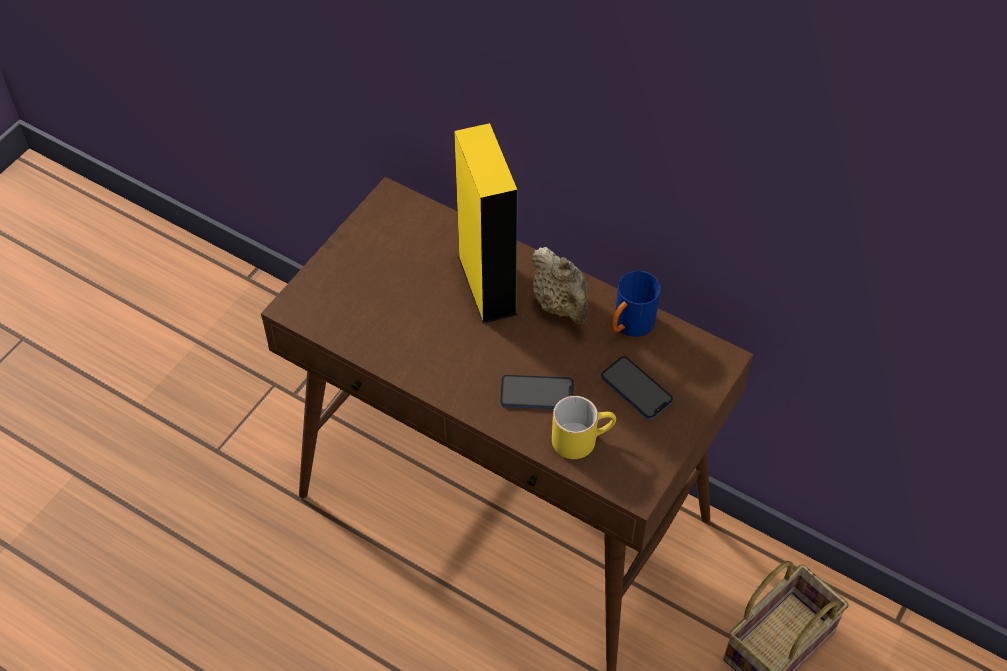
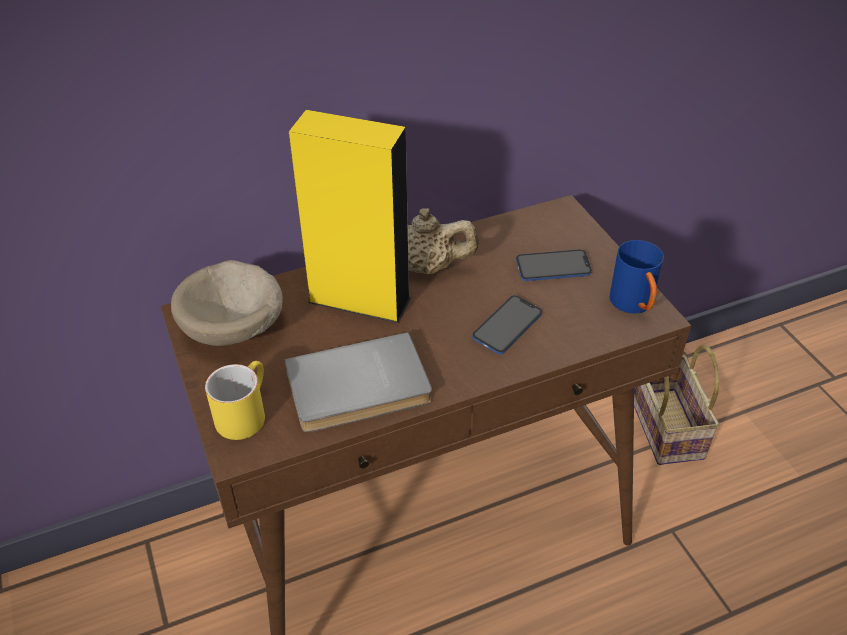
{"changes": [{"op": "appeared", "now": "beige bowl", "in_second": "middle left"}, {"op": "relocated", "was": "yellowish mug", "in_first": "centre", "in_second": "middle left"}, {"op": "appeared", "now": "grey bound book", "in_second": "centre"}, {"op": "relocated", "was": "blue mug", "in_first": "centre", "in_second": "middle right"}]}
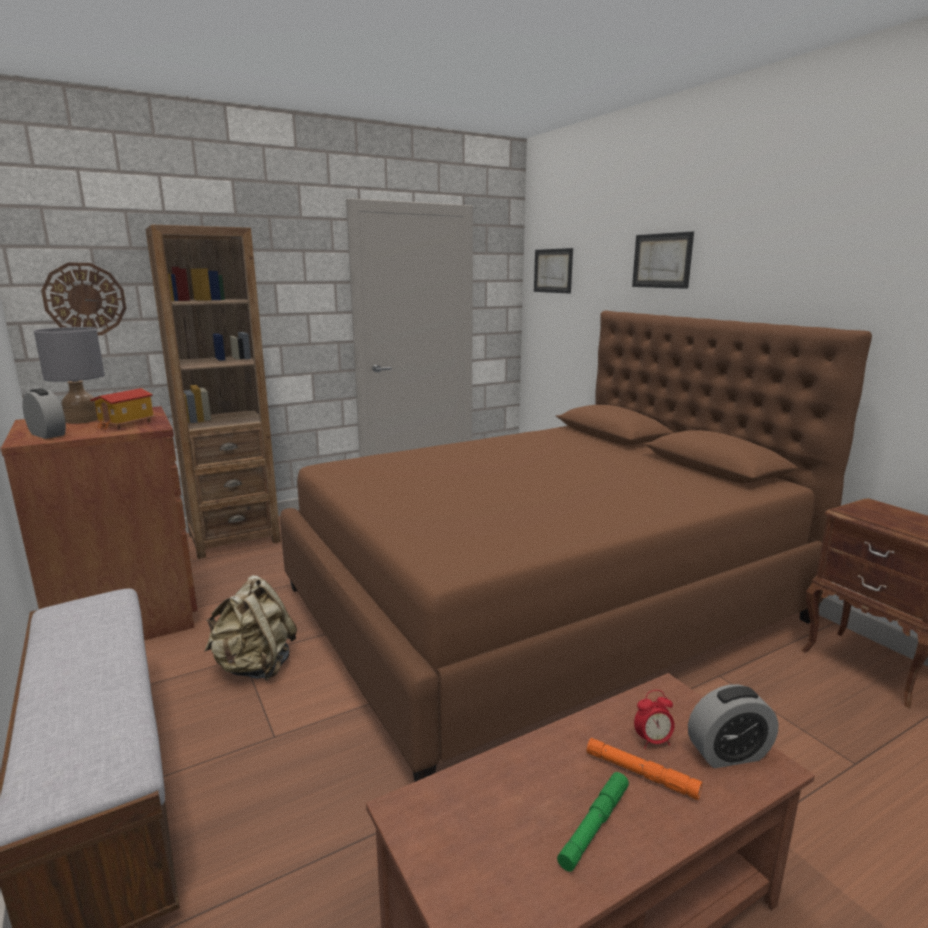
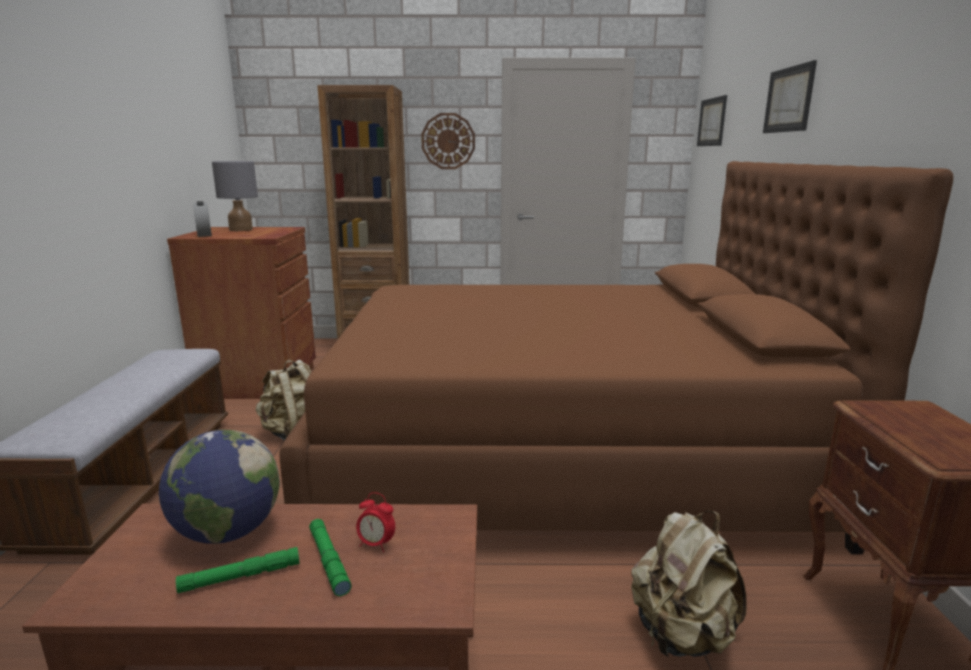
{"changes": [{"op": "appeared", "now": "world globe", "in_second": "bottom left"}, {"op": "colour", "was": "orange flashlight", "now": "green-coloured flashlight (no. 2 from left)", "in_first": "bottom right", "in_second": "bottom centre"}, {"op": "relocated", "was": "clock on the wall", "in_first": "top left", "in_second": "top centre"}, {"op": "appeared", "now": "beige backpack (no. 2 from left)", "in_second": "bottom right"}, {"op": "missing", "was": "toy house", "in_first": "middle left"}, {"op": "missing", "was": "alarm clock (no. 3 from left)", "in_first": "bottom right"}]}
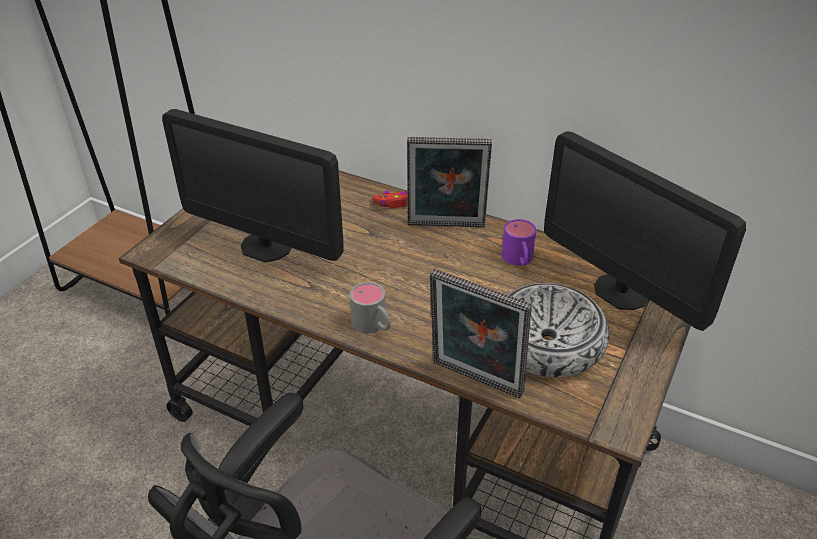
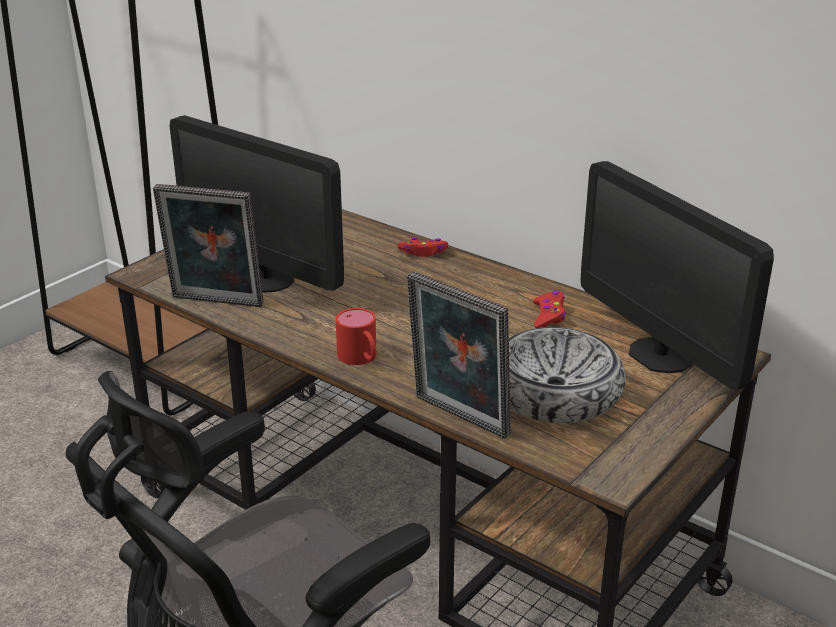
{"changes": [{"op": "relocated", "was": "photo frame (no. 1 from left)", "in_first": "centre", "in_second": "middle left"}, {"op": "colour", "was": "grey mug", "now": "reddish mug", "in_first": "centre", "in_second": "centre"}, {"op": "exchanged", "was": "purple-coloured mug", "now": "reddish gamepad (no. 2 from left)", "in_first": "centre", "in_second": "centre"}]}
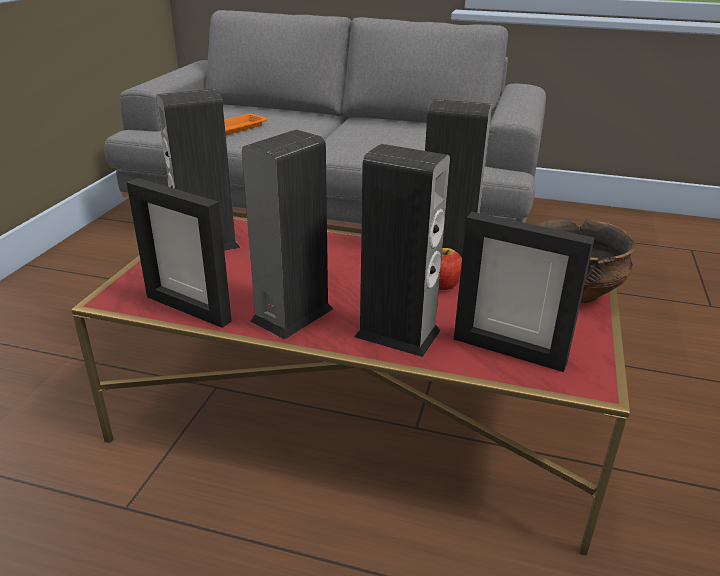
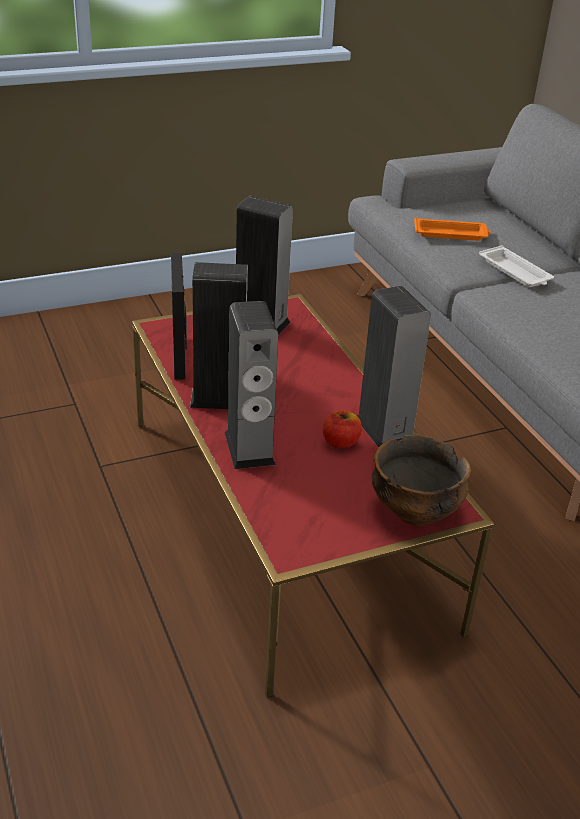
{"changes": [{"op": "appeared", "now": "white serving tray", "in_second": "top right"}, {"op": "missing", "was": "photo frame (no. 2 from left)", "in_first": "middle right"}]}
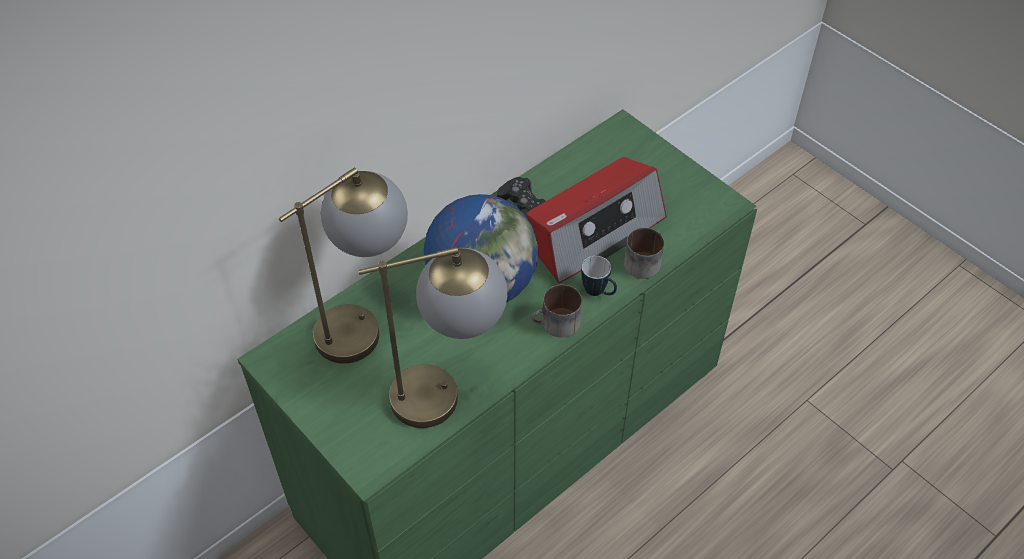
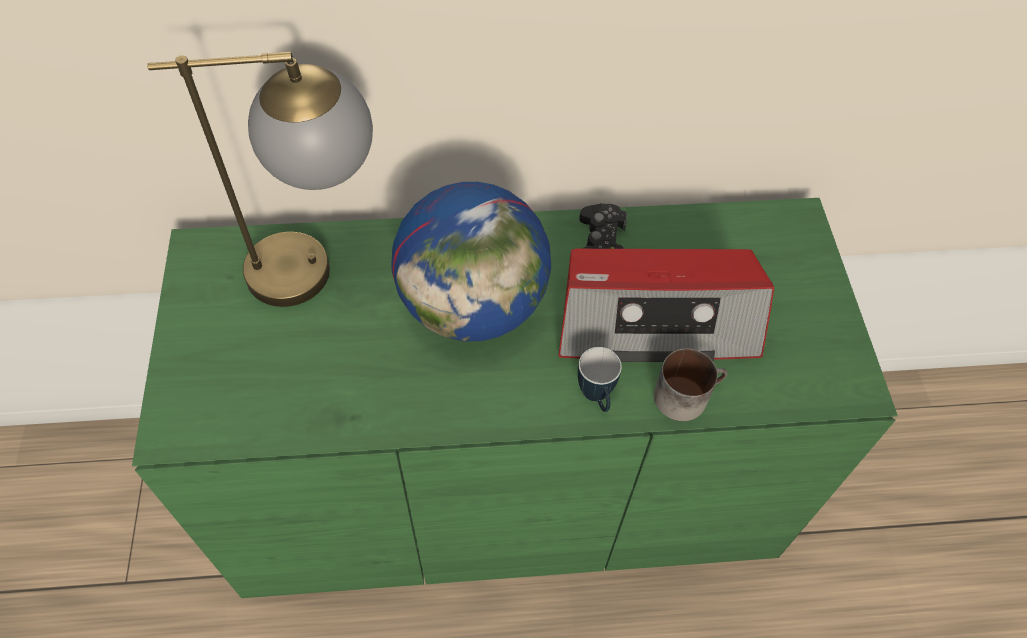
{"changes": [{"op": "missing", "was": "tabletop lamp (no. 2 from left)", "in_first": "centre"}, {"op": "missing", "was": "mug (no. 1 from left)", "in_first": "centre"}]}
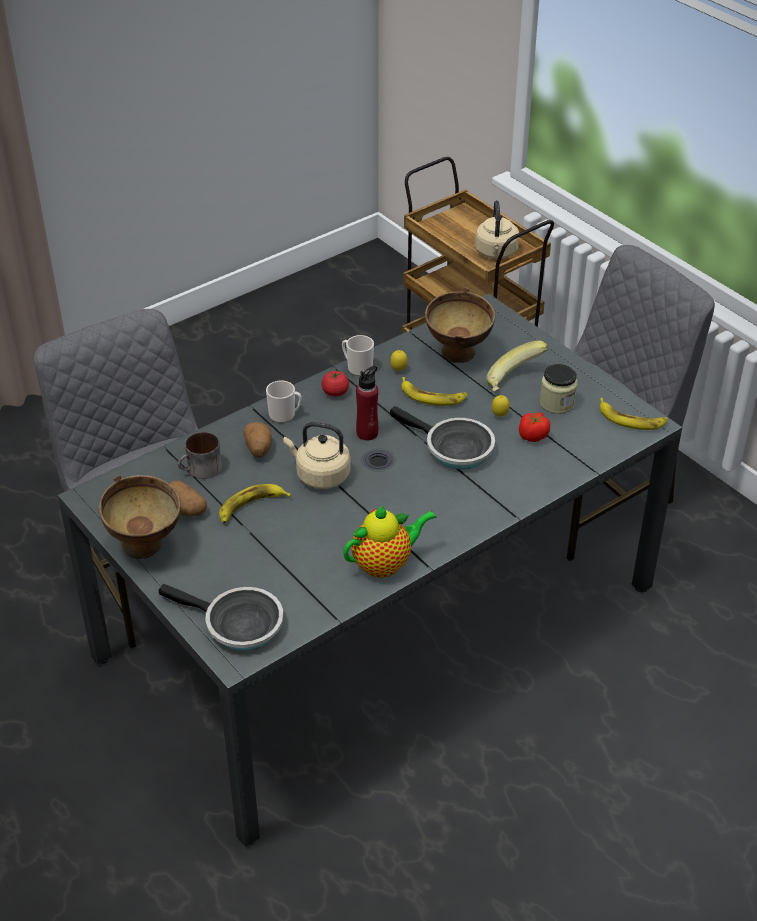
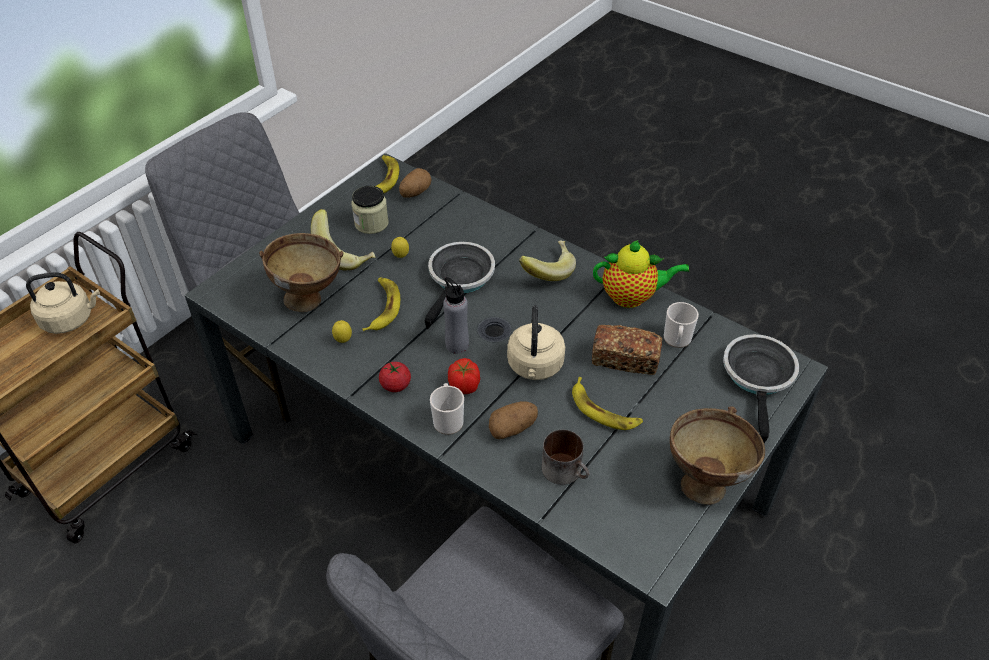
{"changes": [{"op": "relocated", "was": "potato (no. 1 from left)", "in_first": "middle left", "in_second": "top centre"}, {"op": "colour", "was": "reddish drink bottle", "now": "grey drink bottle", "in_first": "centre", "in_second": "centre"}, {"op": "relocated", "was": "fresh tomato (no. 2 from left)", "in_first": "middle right", "in_second": "centre"}, {"op": "appeared", "now": "whole banana (no. 4 from left)", "in_second": "centre"}, {"op": "appeared", "now": "bread", "in_second": "centre"}, {"op": "spun", "was": "teapot", "in_first": "centre", "in_second": "centre", "clockwise": 135}, {"op": "relocated", "was": "mug (no. 3 from left)", "in_first": "centre", "in_second": "middle right"}]}
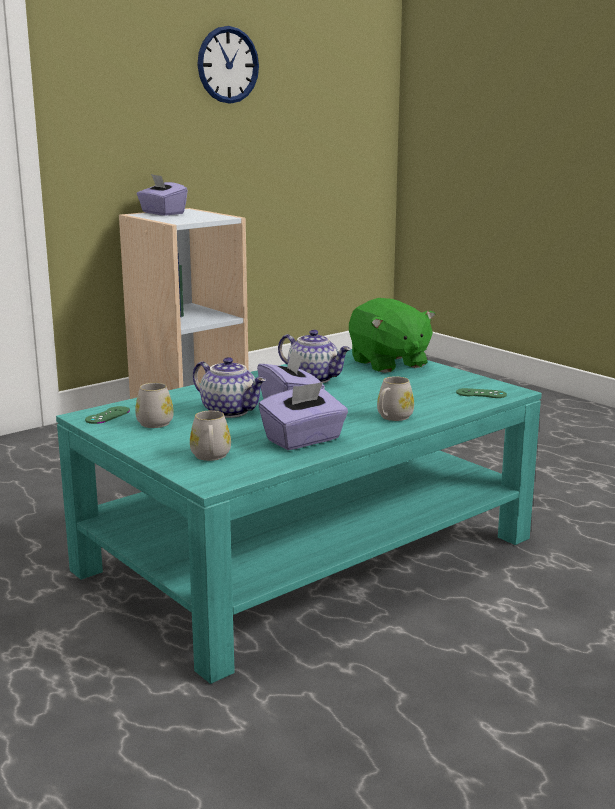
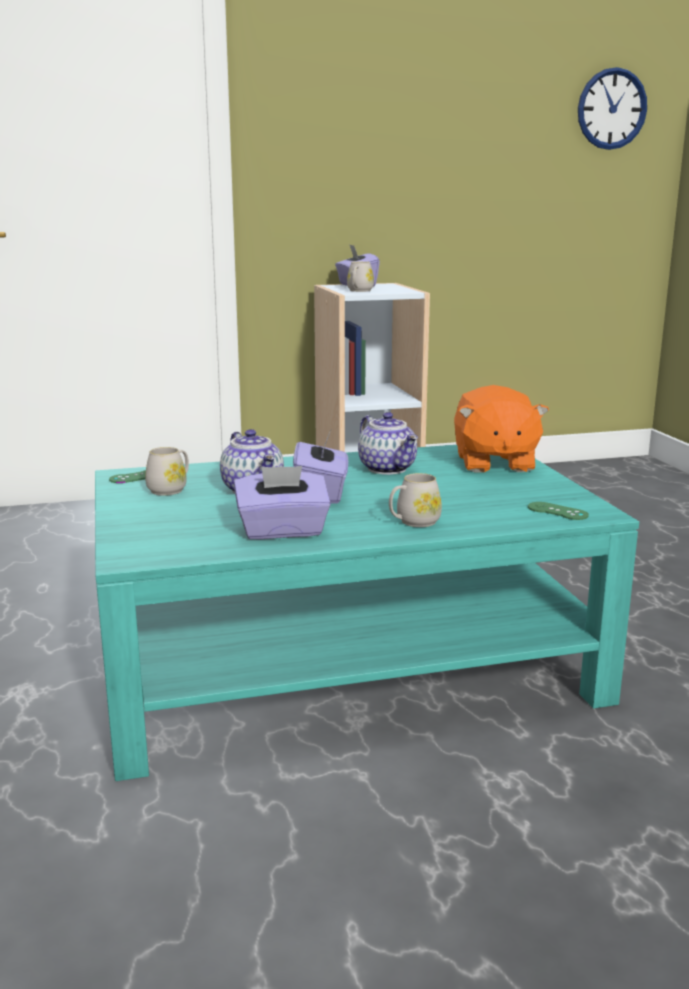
{"changes": [{"op": "relocated", "was": "white mug (no. 2 from left)", "in_first": "centre", "in_second": "top centre"}, {"op": "colour", "was": "green-coloured cuddly toy", "now": "orange cuddly toy", "in_first": "centre", "in_second": "middle right"}, {"op": "relocated", "was": "clock on the wall", "in_first": "top centre", "in_second": "top right"}]}
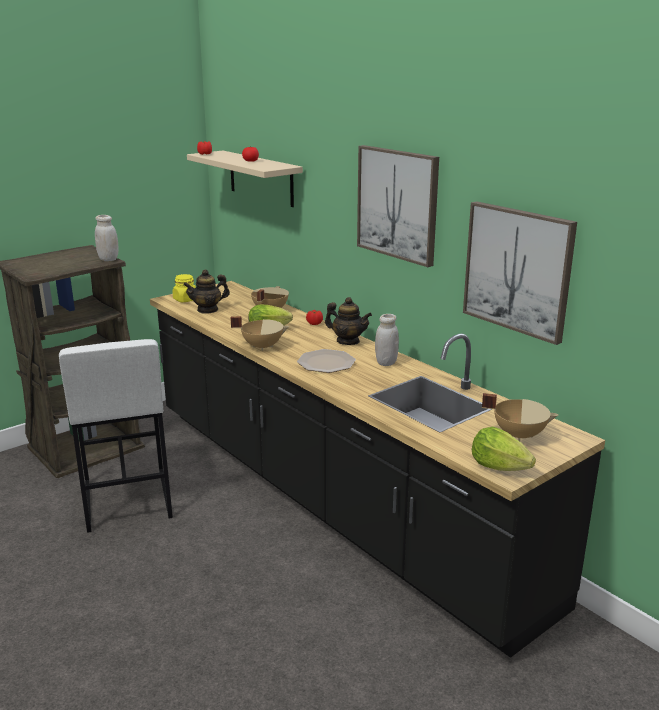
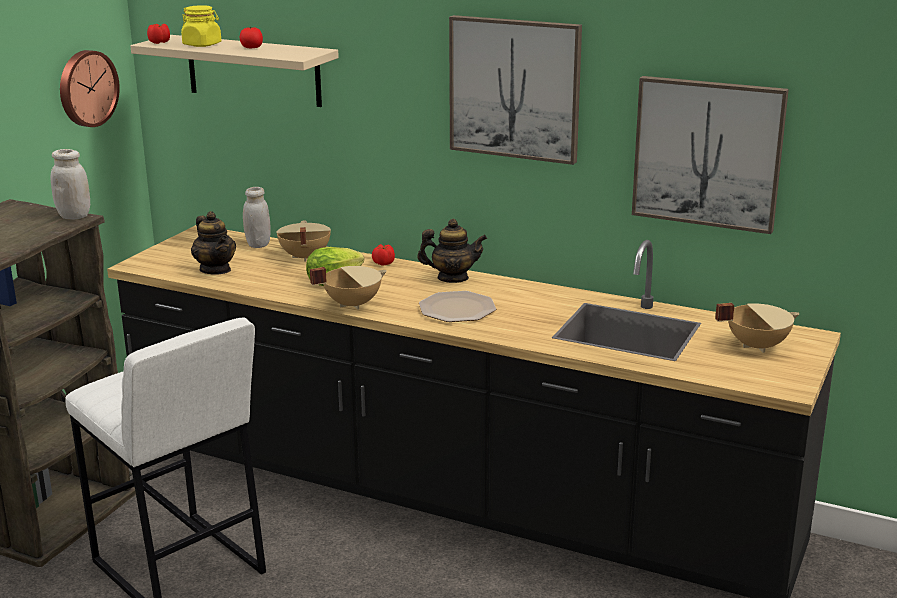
{"changes": [{"op": "appeared", "now": "clock on the wall", "in_second": "top left"}, {"op": "relocated", "was": "yellowish jar", "in_first": "middle left", "in_second": "top left"}, {"op": "spun", "was": "teapot (no. 1 from left)", "in_first": "middle left", "in_second": "middle left", "clockwise": -75}, {"op": "relocated", "was": "white jar (no. 2 from left)", "in_first": "centre", "in_second": "middle left"}, {"op": "missing", "was": "lettuce head (no. 2 from left)", "in_first": "middle right"}]}
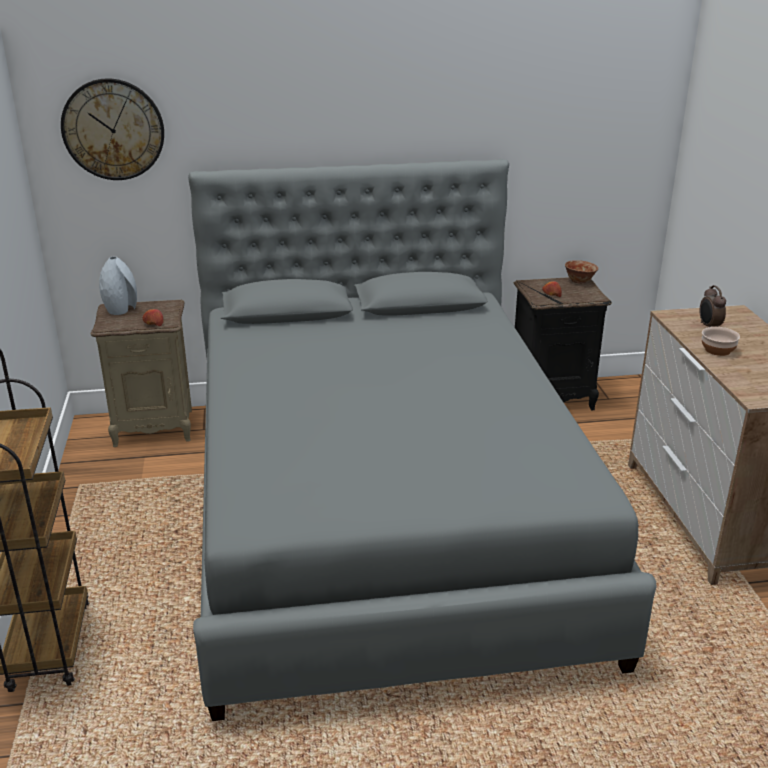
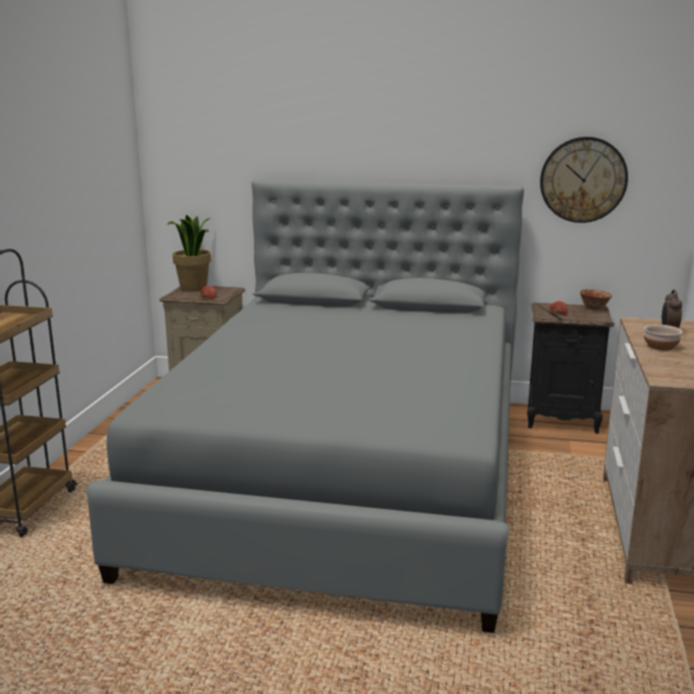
{"changes": [{"op": "exchanged", "was": "grey decorative vase", "now": "potted plant", "in_first": "middle left", "in_second": "middle left"}, {"op": "relocated", "was": "clock on the wall", "in_first": "top left", "in_second": "top right"}]}
